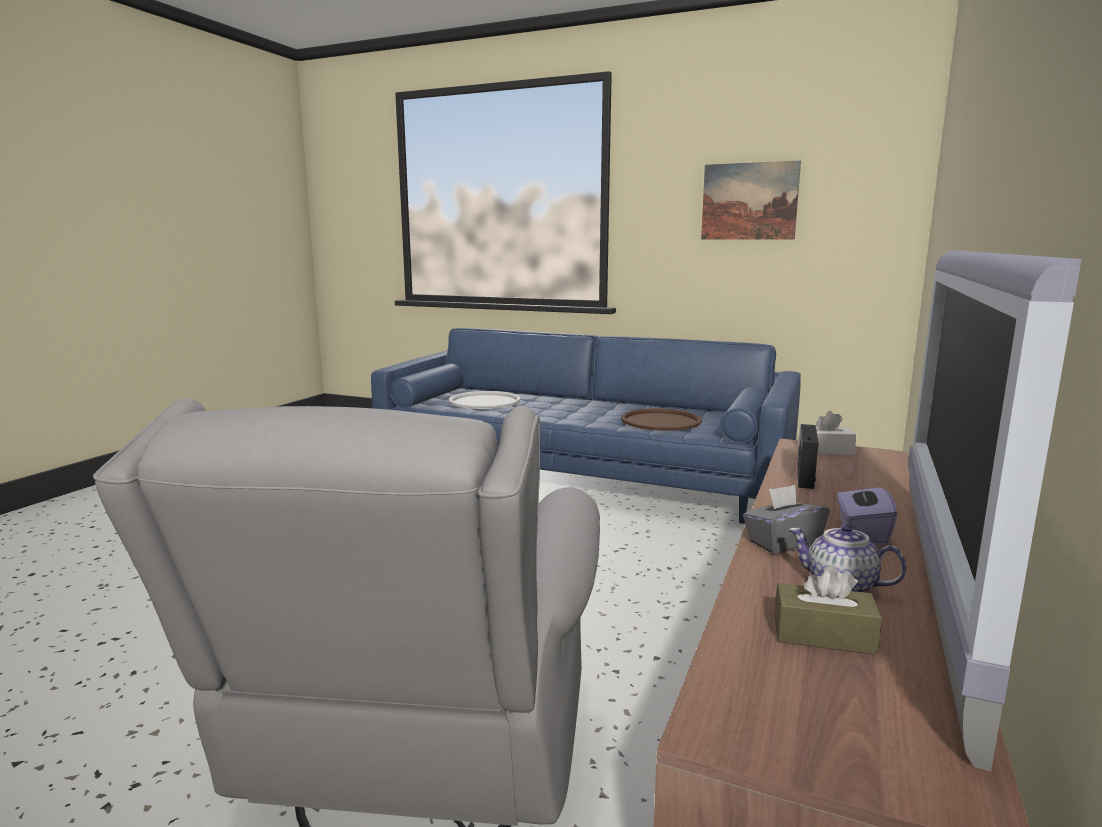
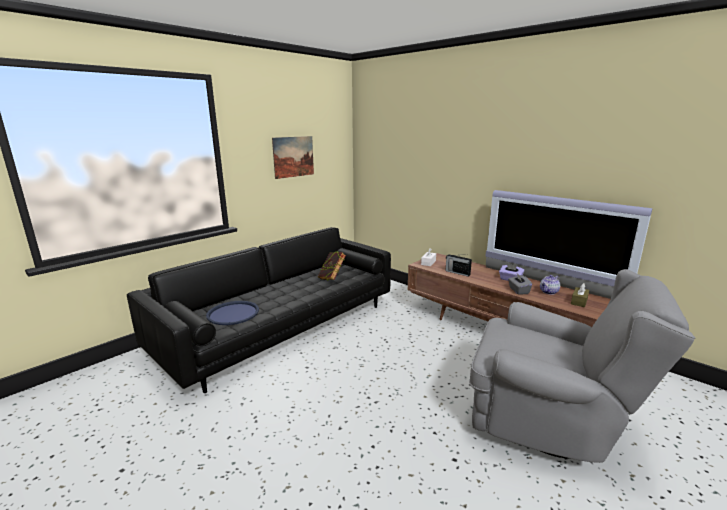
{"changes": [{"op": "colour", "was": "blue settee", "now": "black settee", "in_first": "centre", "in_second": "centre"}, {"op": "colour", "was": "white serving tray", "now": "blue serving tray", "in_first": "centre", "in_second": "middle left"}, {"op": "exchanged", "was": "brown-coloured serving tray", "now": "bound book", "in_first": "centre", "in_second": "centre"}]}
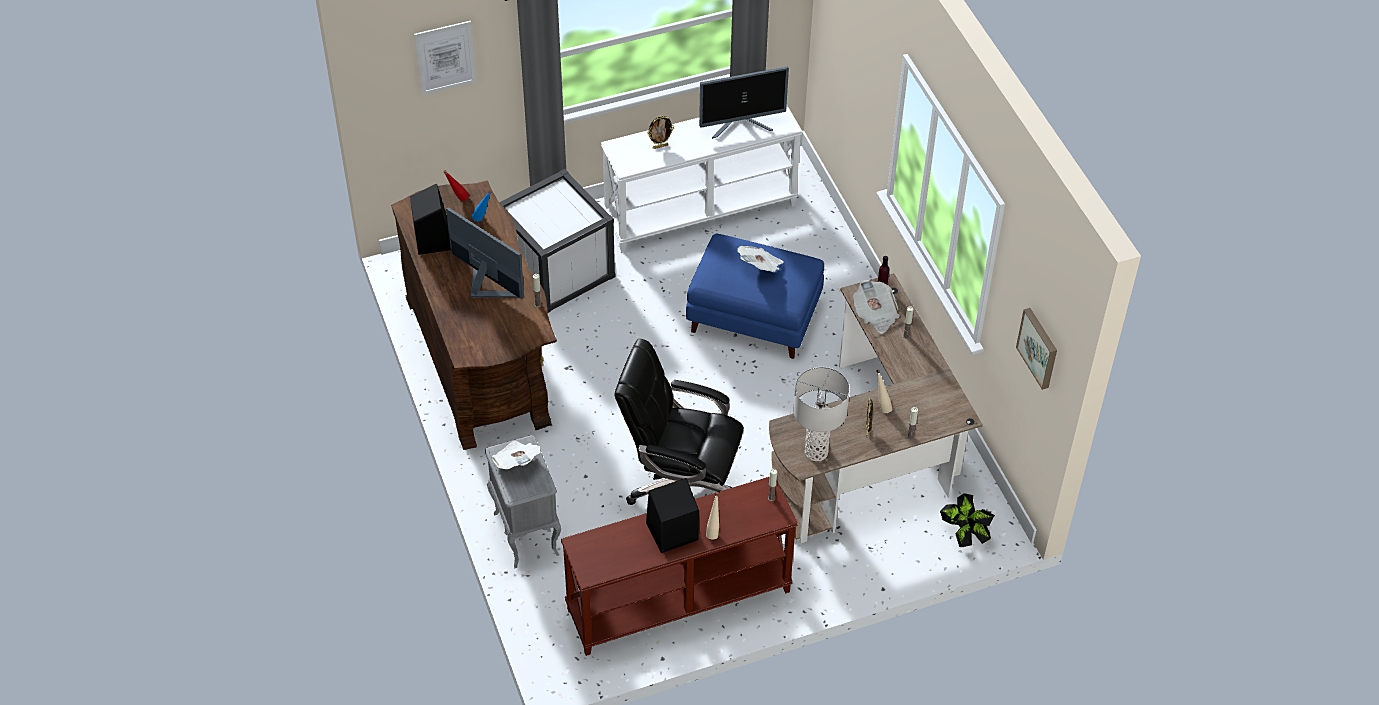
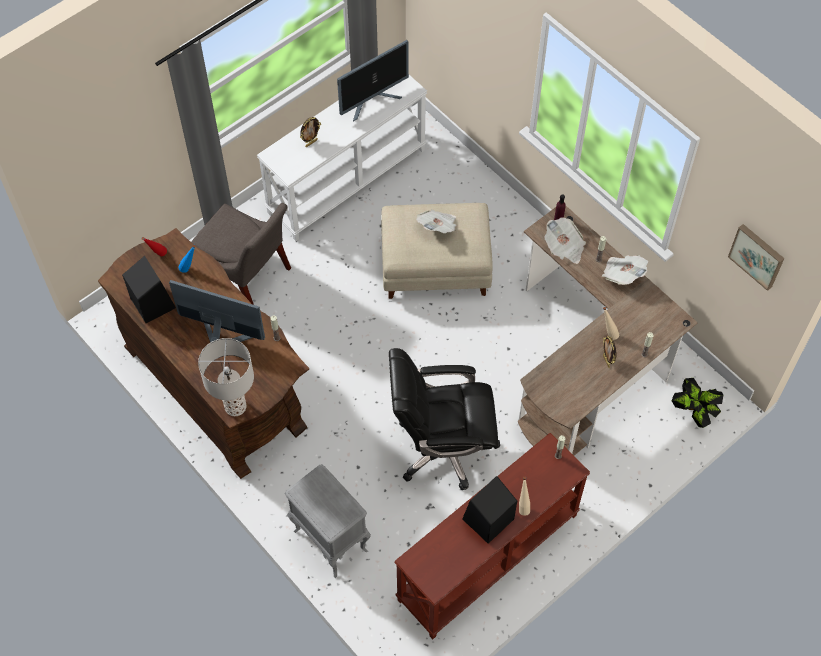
{"changes": [{"op": "exchanged", "was": "white storage container", "now": "grey plain chair", "in_first": "centre", "in_second": "middle left"}, {"op": "relocated", "was": "white tabletop lamp", "in_first": "centre", "in_second": "middle left"}, {"op": "colour", "was": "blue ottoman", "now": "beige ottoman", "in_first": "centre", "in_second": "centre"}, {"op": "relocated", "was": "daily paper (no. 1 from left in the first image)", "now": "daily paper (no. 3 from left)", "in_first": "centre", "in_second": "middle right"}, {"op": "missing", "was": "wall art (no. 1 from left)", "in_first": "top left"}]}
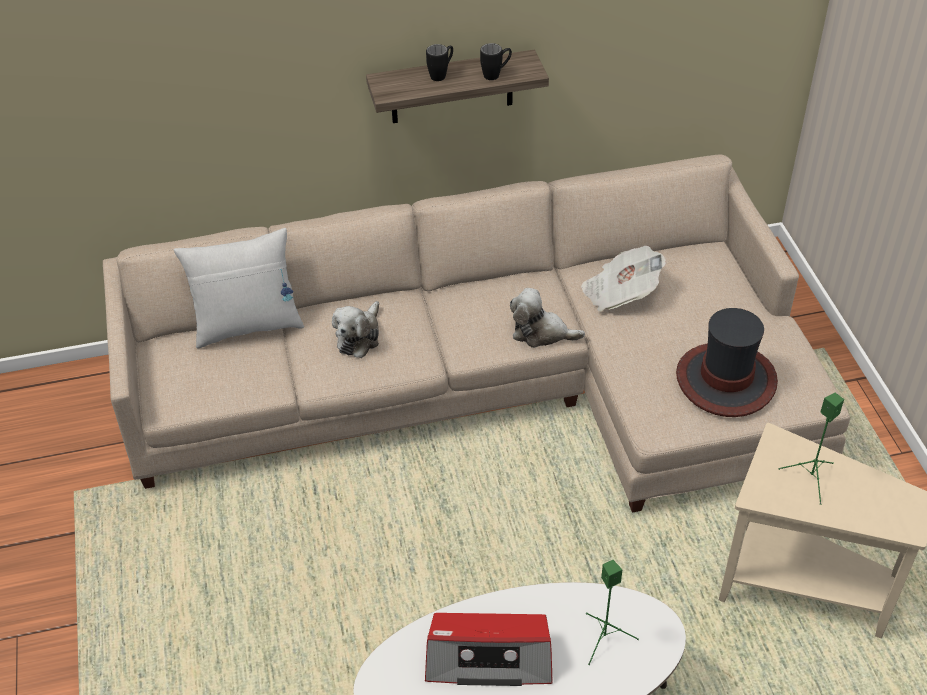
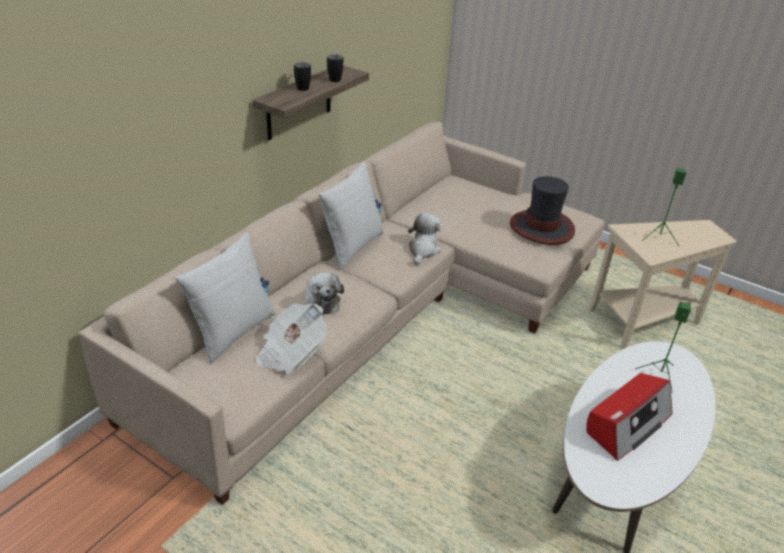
{"changes": [{"op": "relocated", "was": "daily paper", "in_first": "middle right", "in_second": "centre"}, {"op": "appeared", "now": "grey cushion (no. 2 from left)", "in_second": "centre"}, {"op": "spun", "was": "cuddly toy (no. 2 from left)", "in_first": "centre", "in_second": "centre", "clockwise": 135}]}
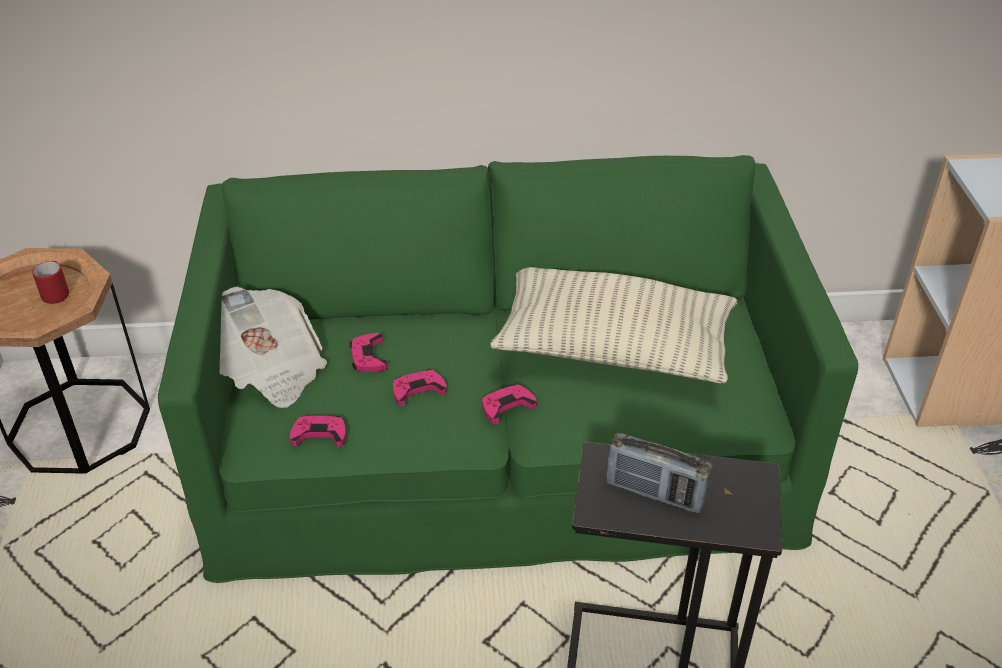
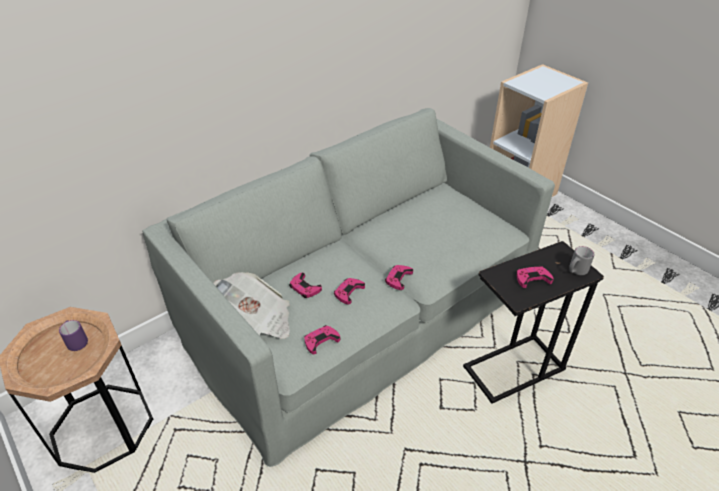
{"changes": [{"op": "colour", "was": "reddish mug", "now": "purple-coloured mug", "in_first": "middle left", "in_second": "bottom left"}, {"op": "colour", "was": "green-coloured settee", "now": "grey settee", "in_first": "centre", "in_second": "centre"}, {"op": "exchanged", "was": "radio", "now": "pink-coloured gamepad (no. 5 from left)", "in_first": "bottom centre", "in_second": "middle right"}, {"op": "appeared", "now": "grey mug", "in_second": "middle right"}, {"op": "missing", "was": "cushion", "in_first": "centre"}]}
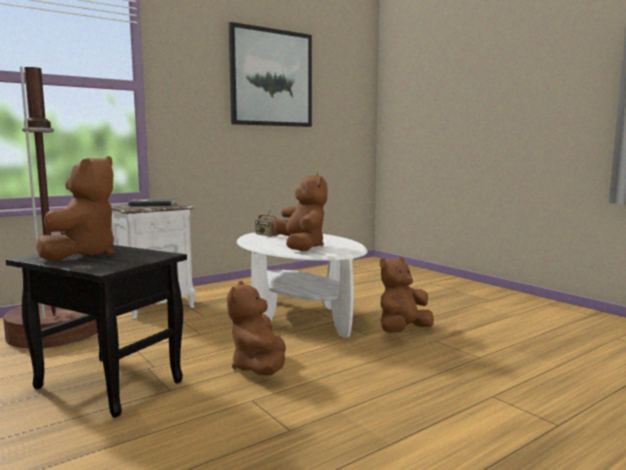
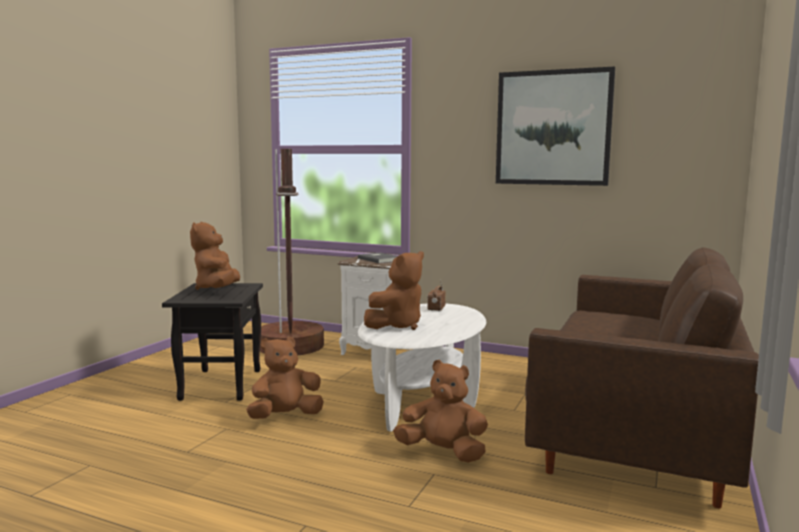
{"changes": [{"op": "spun", "was": "brown-coloured cuddly toy (no. 1 from left)", "in_first": "middle left", "in_second": "middle left", "clockwise": 105}, {"op": "appeared", "now": "brown-coloured settee", "in_second": "bottom right"}]}
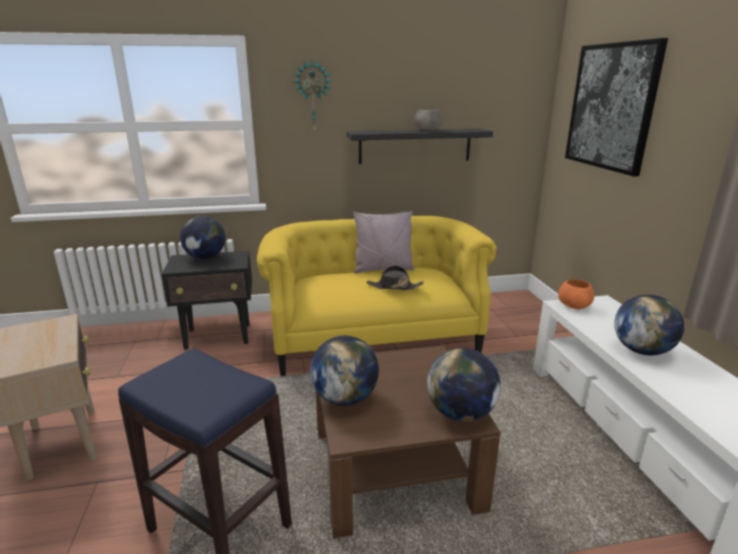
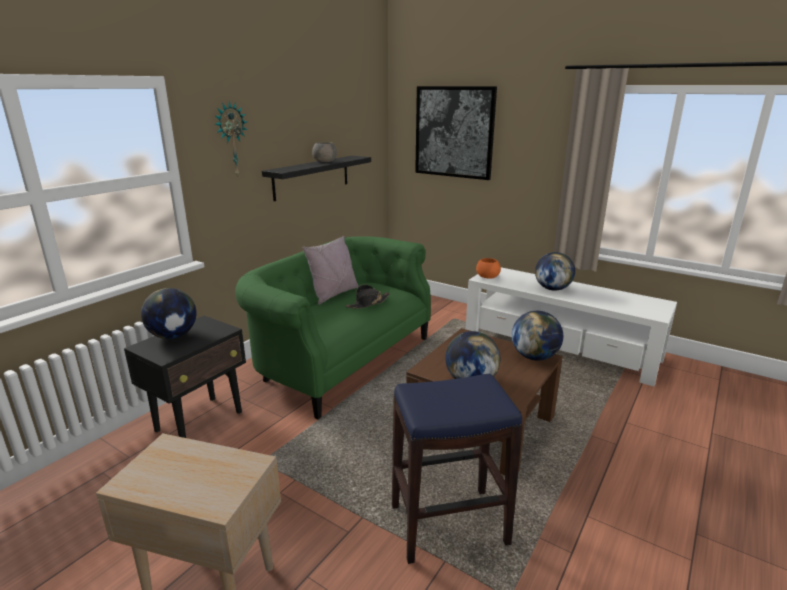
{"changes": [{"op": "colour", "was": "yellowish settee", "now": "green-coloured settee", "in_first": "centre", "in_second": "centre"}]}
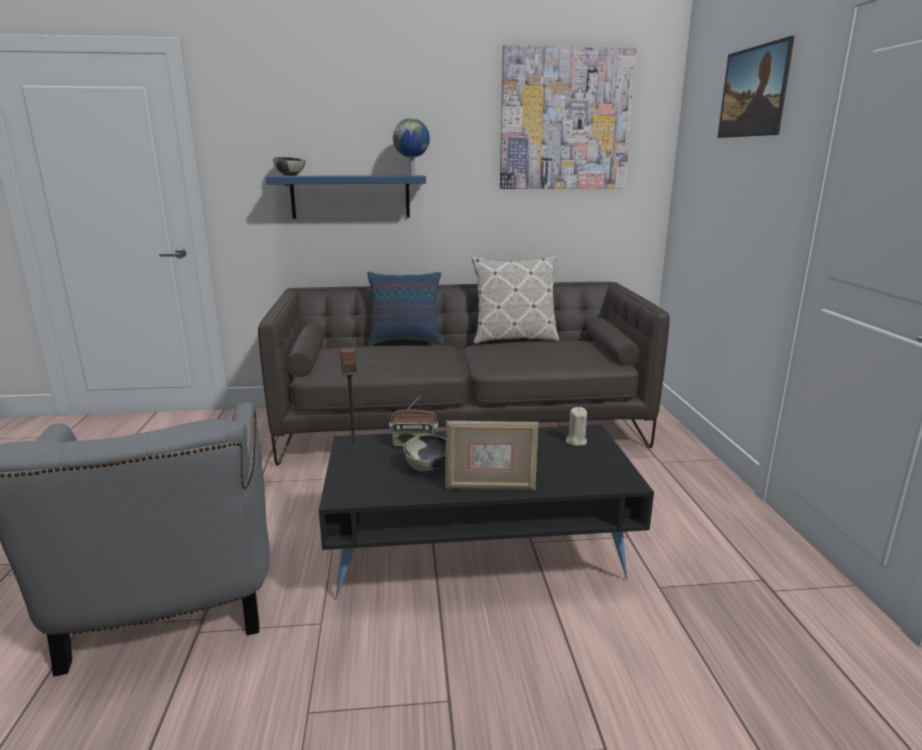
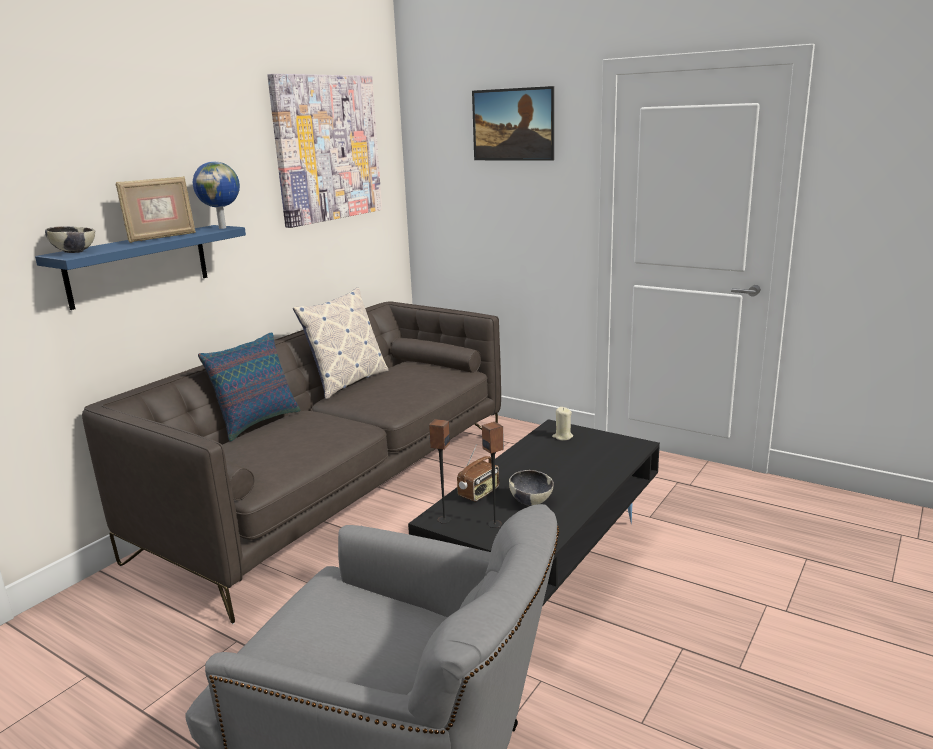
{"changes": [{"op": "relocated", "was": "photo frame", "in_first": "centre", "in_second": "top left"}, {"op": "appeared", "now": "speaker (no. 2 from left)", "in_second": "centre"}]}
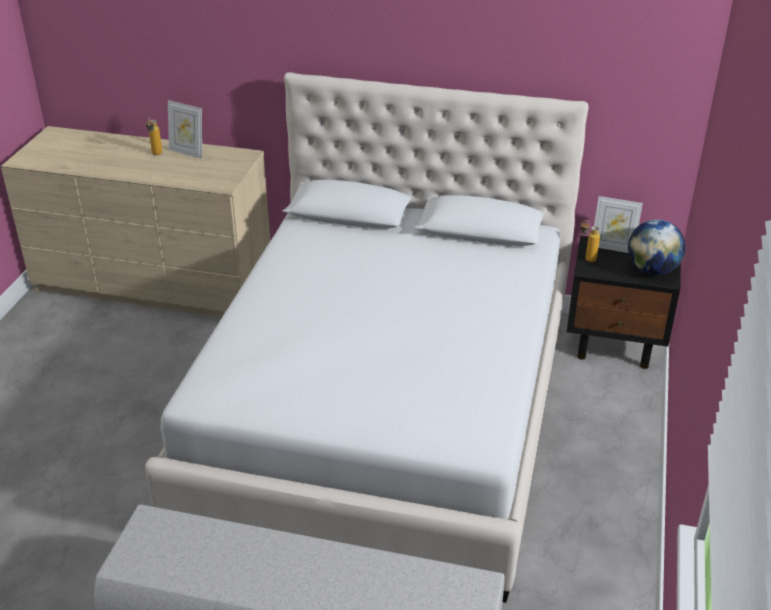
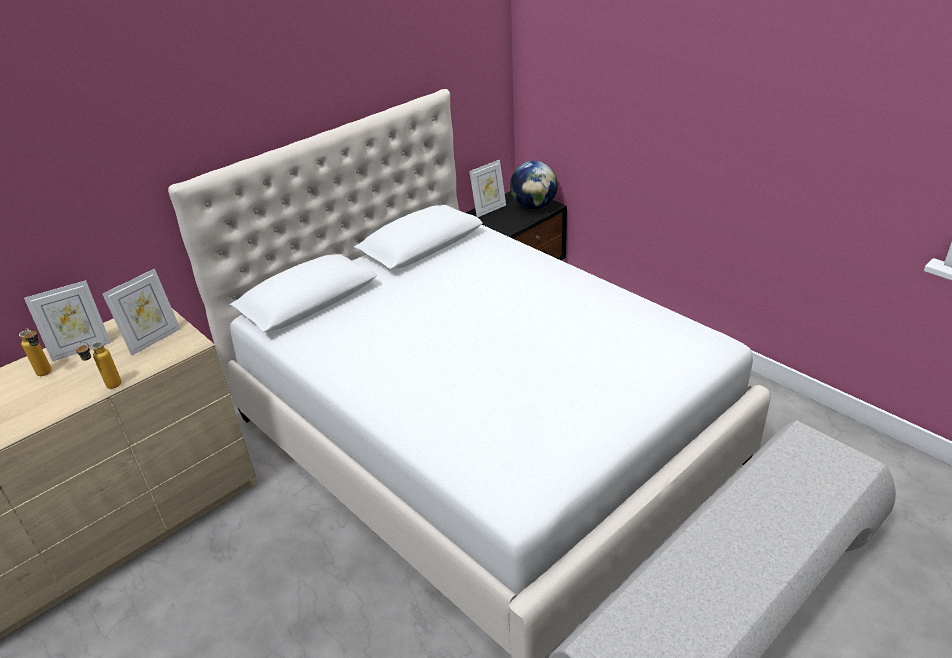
{"changes": [{"op": "relocated", "was": "drink bottle (no. 2 from left)", "in_first": "middle right", "in_second": "middle left"}, {"op": "appeared", "now": "photo frame (no. 2 from left)", "in_second": "middle left"}]}
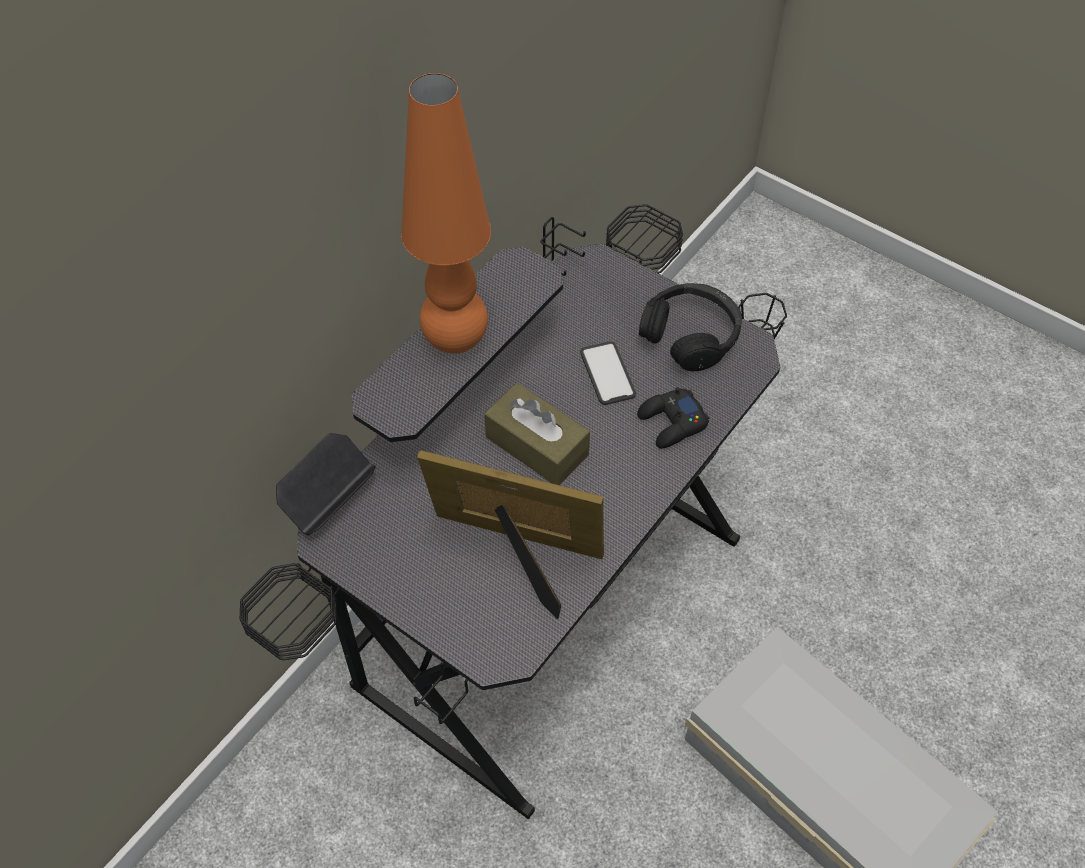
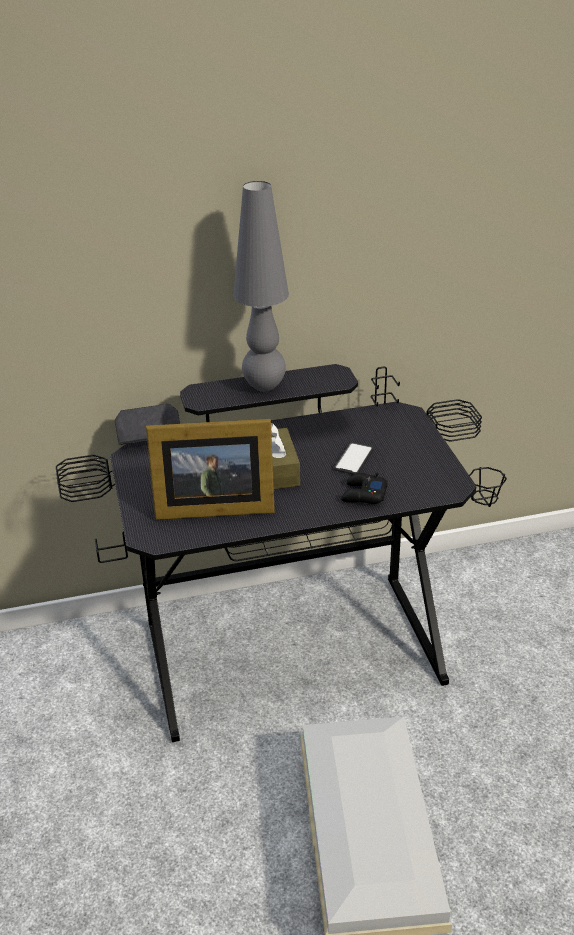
{"changes": [{"op": "spun", "was": "photo frame", "in_first": "centre", "in_second": "centre", "clockwise": 120}, {"op": "colour", "was": "orange tabletop lamp", "now": "grey tabletop lamp", "in_first": "top centre", "in_second": "top centre"}, {"op": "missing", "was": "black headset", "in_first": "centre"}]}
